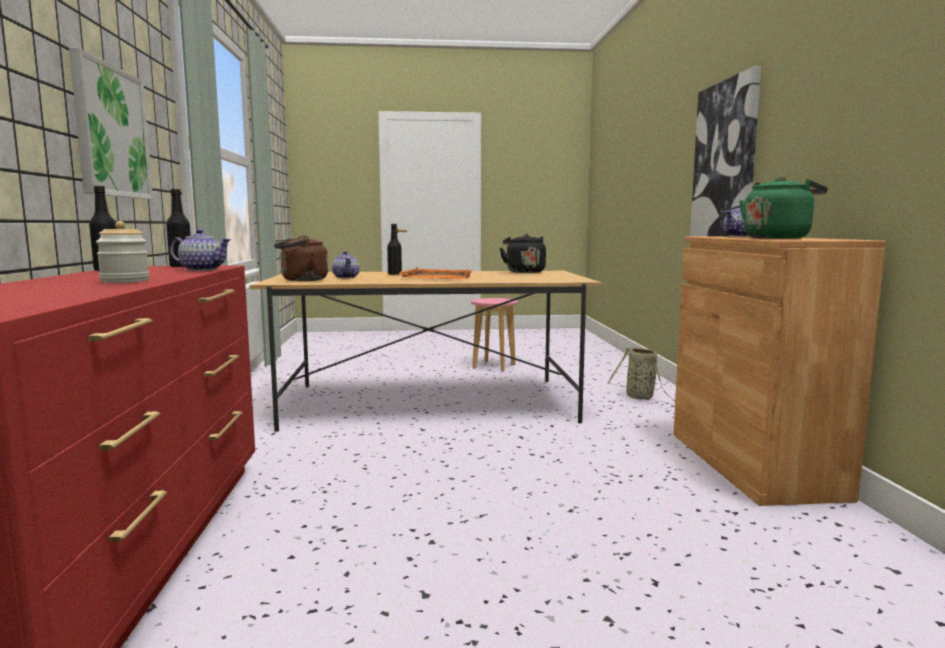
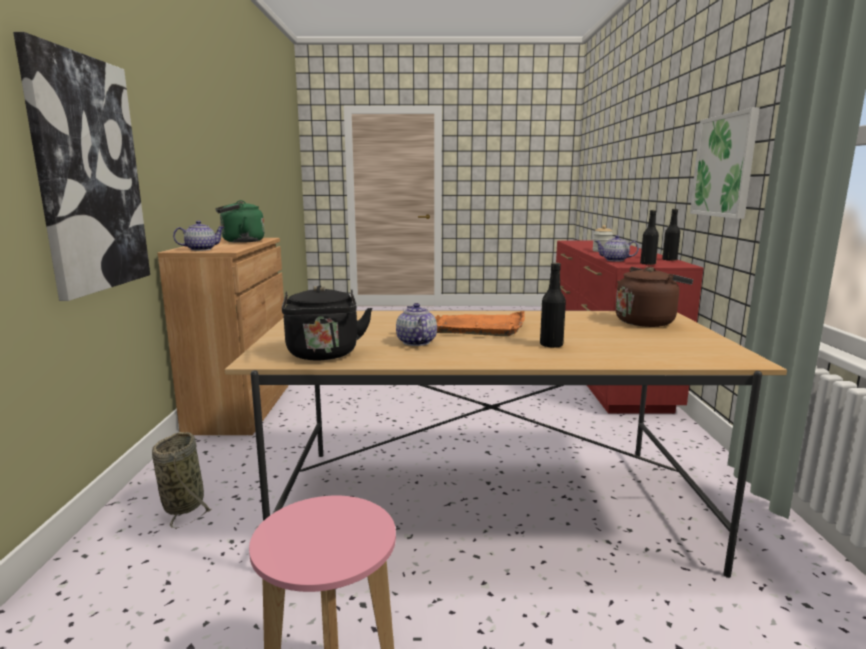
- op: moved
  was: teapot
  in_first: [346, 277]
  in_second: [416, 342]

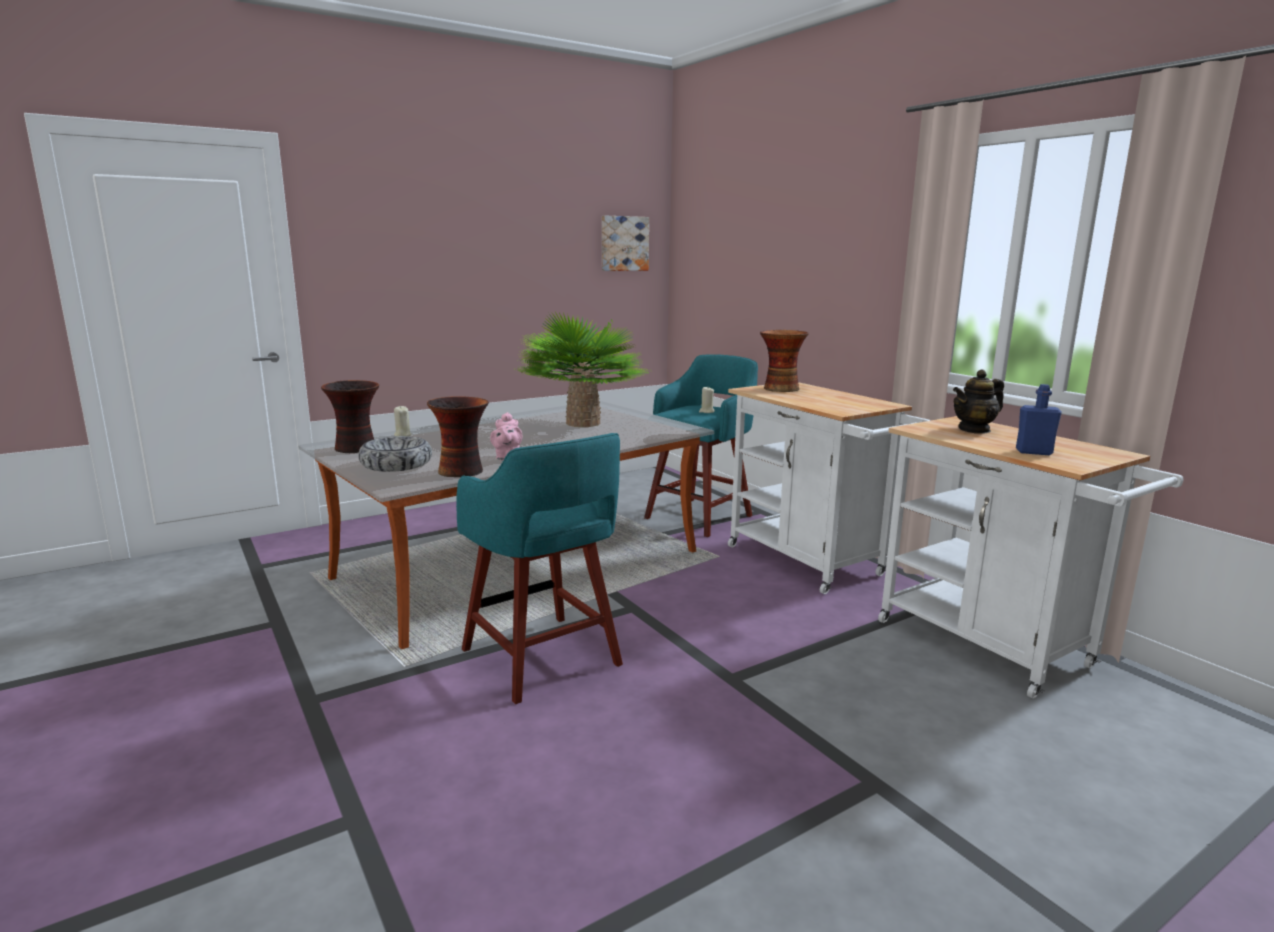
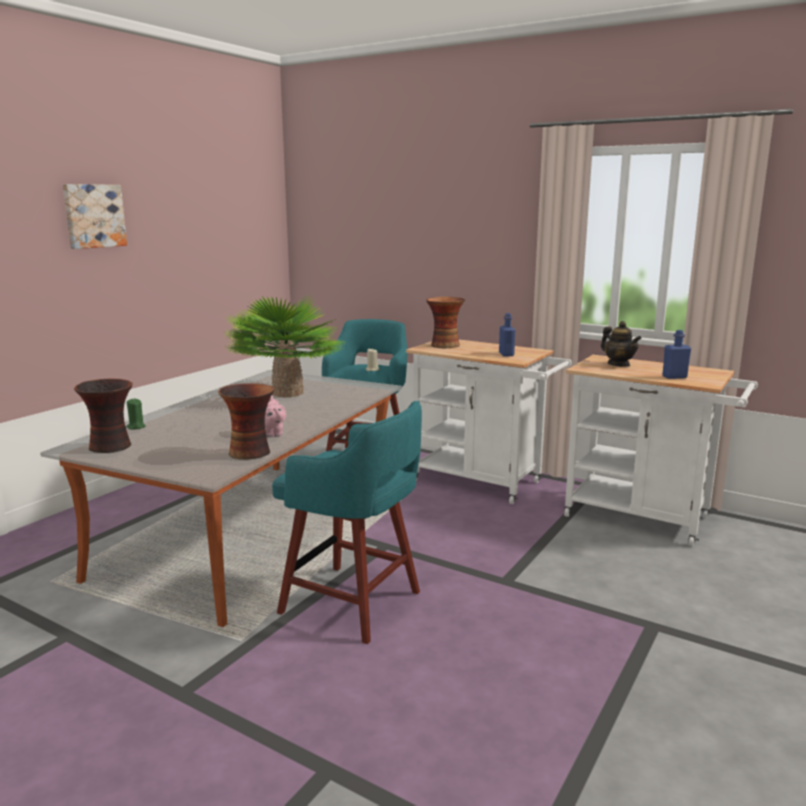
- op: removed
  was: bowl
  in_first: [396, 464]
- op: added
  now: bottle/blue
  in_second: [506, 354]
- op: moved
  was: picture
  in_first: [623, 243]
  in_second: [93, 216]
- op: recoloured
  was: candle/beige
  now: candle/green
  in_first: [402, 435]
  in_second: [136, 427]
- op: turned
  was: teapot
  in_first: [974, 430]
  in_second: [618, 364]
  clockwise: -75

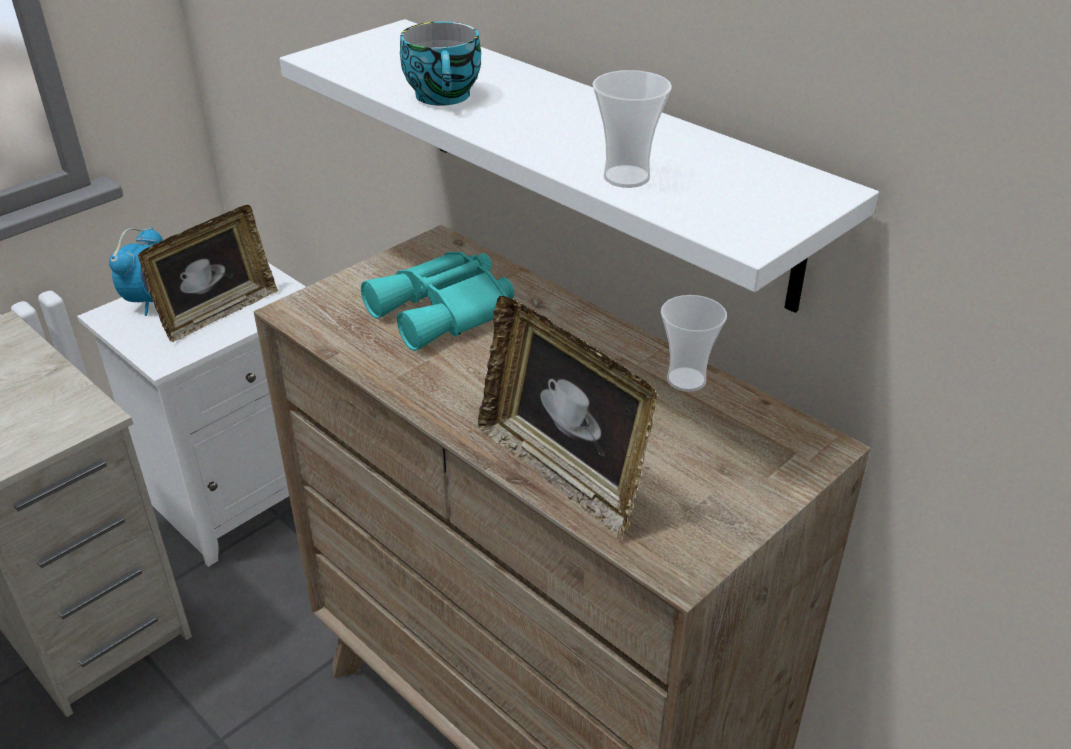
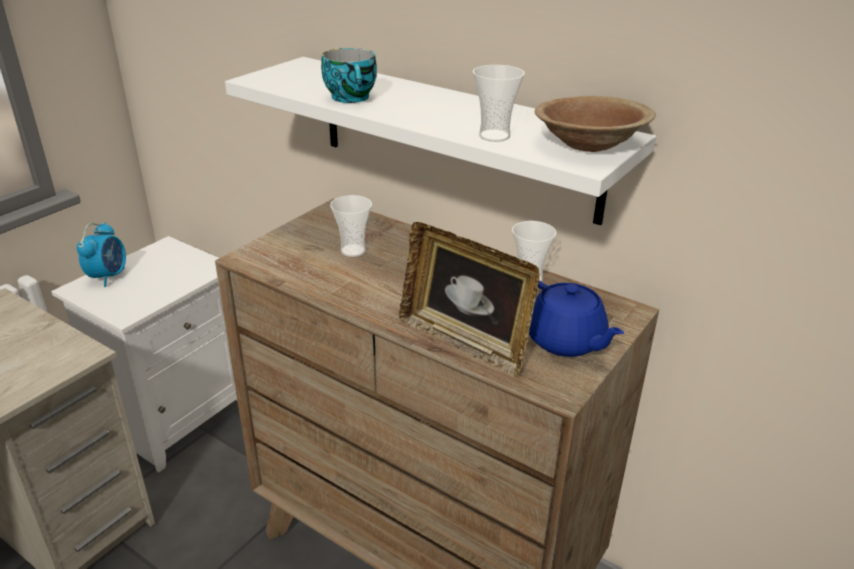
- op: removed
  was: picture frame
  in_first: [217, 313]
- op: added
  now: teapot/blue
  in_second: [566, 341]
- op: added
  now: bowl/brown
  in_second: [589, 144]
- op: replaced
  was: binoculars/turquoise
  now: cup
  in_first: [445, 312]
  in_second: [353, 251]

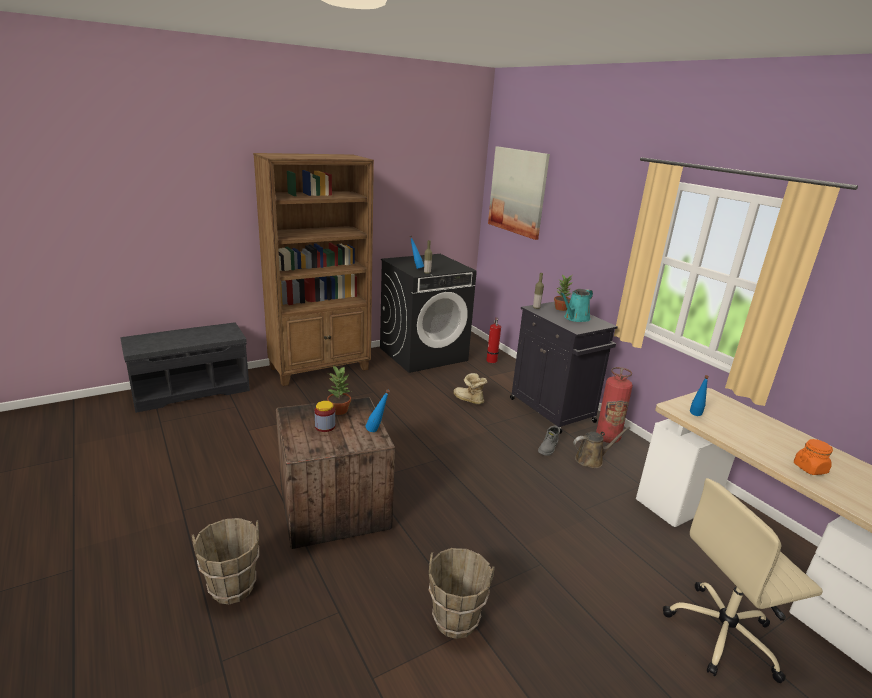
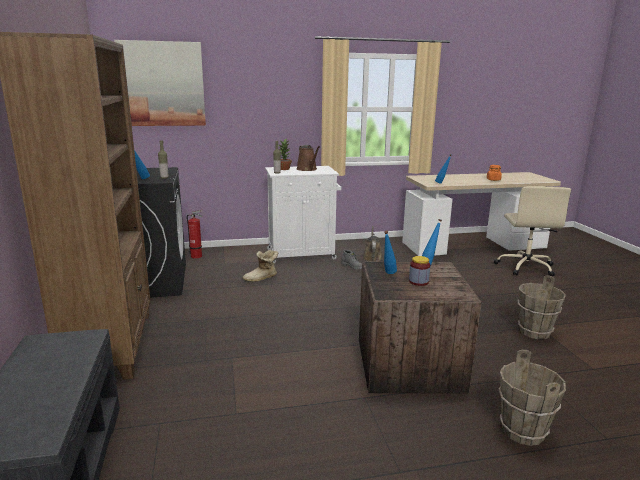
- op: removed
  was: fire extinguisher
  in_first: [607, 438]
- op: replaced
  was: potted plant
  now: bottle/blue
  in_first: [339, 410]
  in_second: [388, 274]
- op: recoloured
  was: cabinet/black
  now: cabinet/white
  in_first: [553, 411]
  in_second: [302, 254]
- op: recoloured
  was: watering can/turquoise
  now: watering can/brown
  in_first: [575, 318]
  in_second: [307, 169]

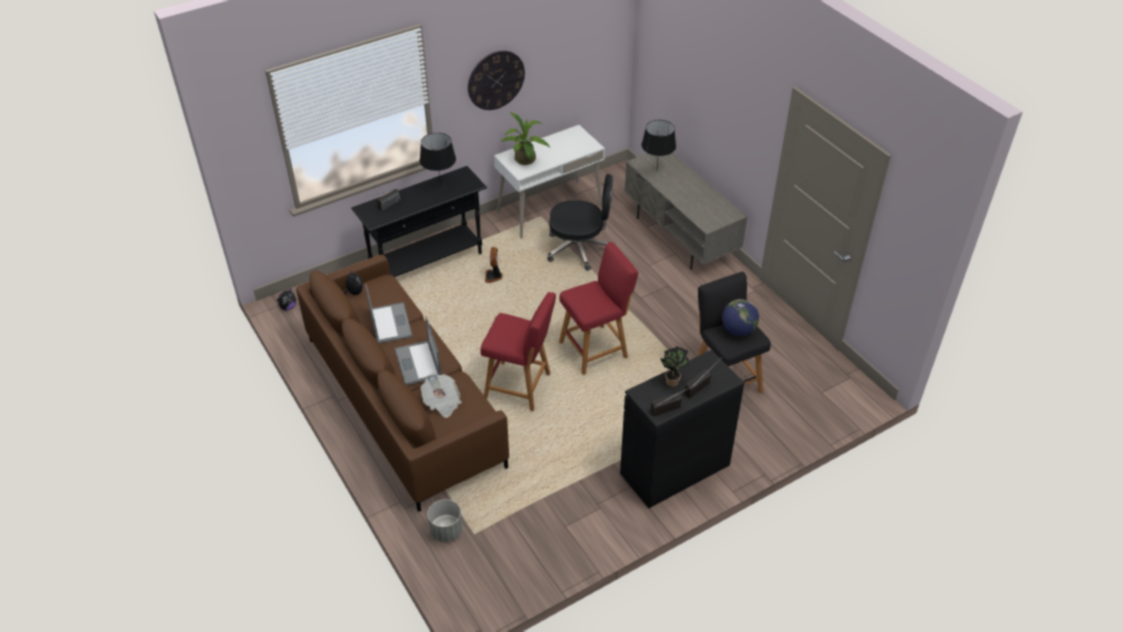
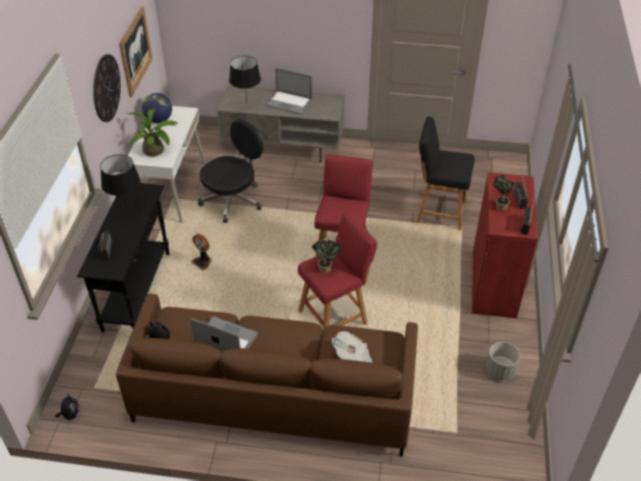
- op: added
  now: picture
  in_second: [135, 51]
- op: added
  now: potted plant
  in_second: [326, 268]
- op: moved
  was: laptop
  in_first: [418, 363]
  in_second: [288, 102]
- op: moved
  was: planter/grey
  in_first: [446, 531]
  in_second: [500, 371]
- op: moved
  was: globe
  in_first: [738, 330]
  in_second: [159, 120]
- op: recoloured
  was: cabinet/black
  now: cabinet/red
  in_first: [675, 469]
  in_second: [493, 283]

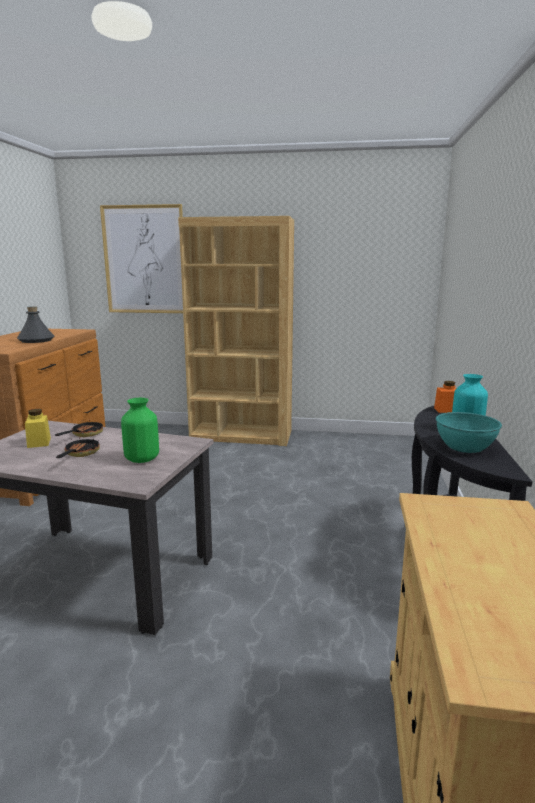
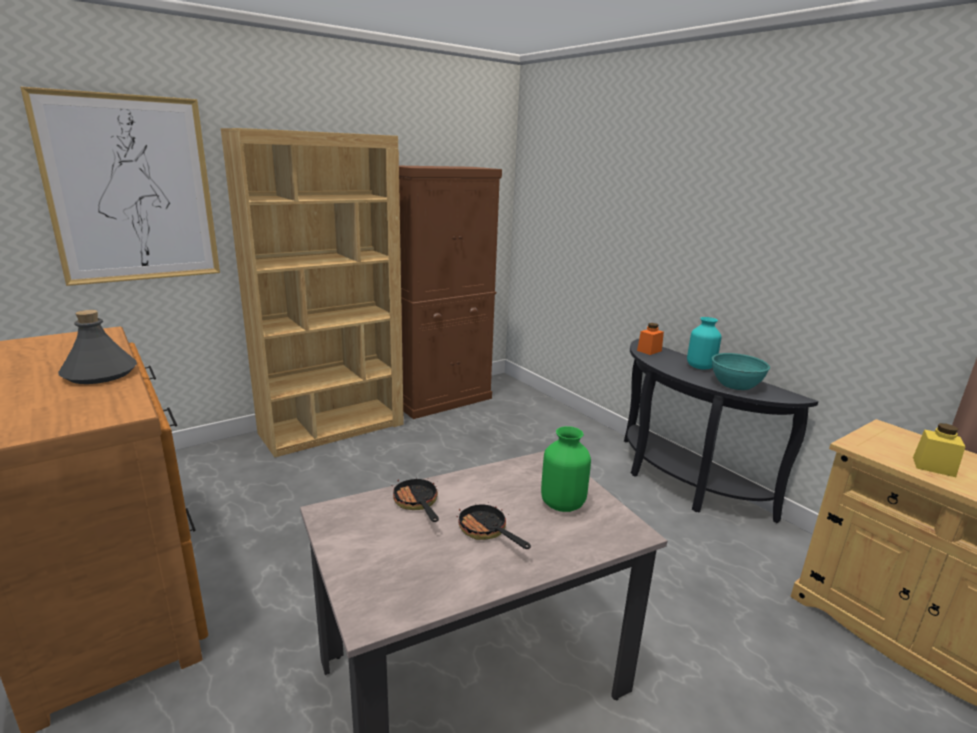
- op: added
  now: cabinet/brown
  in_second: [442, 400]
- op: moved
  was: jar/yellow
  in_first: [39, 442]
  in_second: [933, 467]

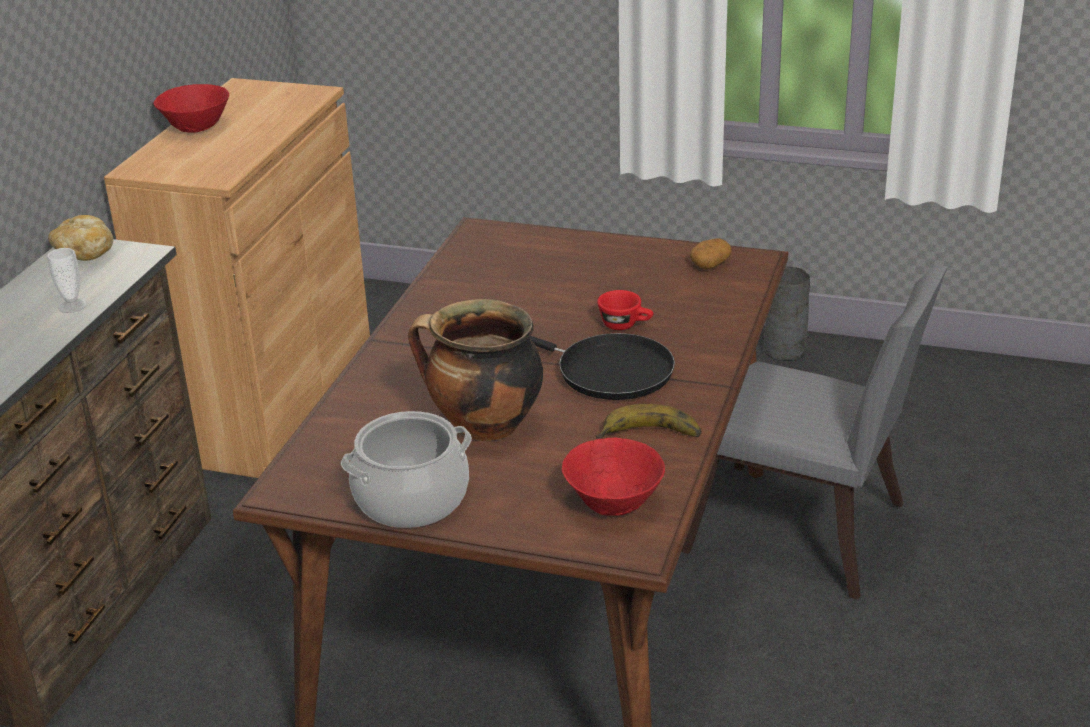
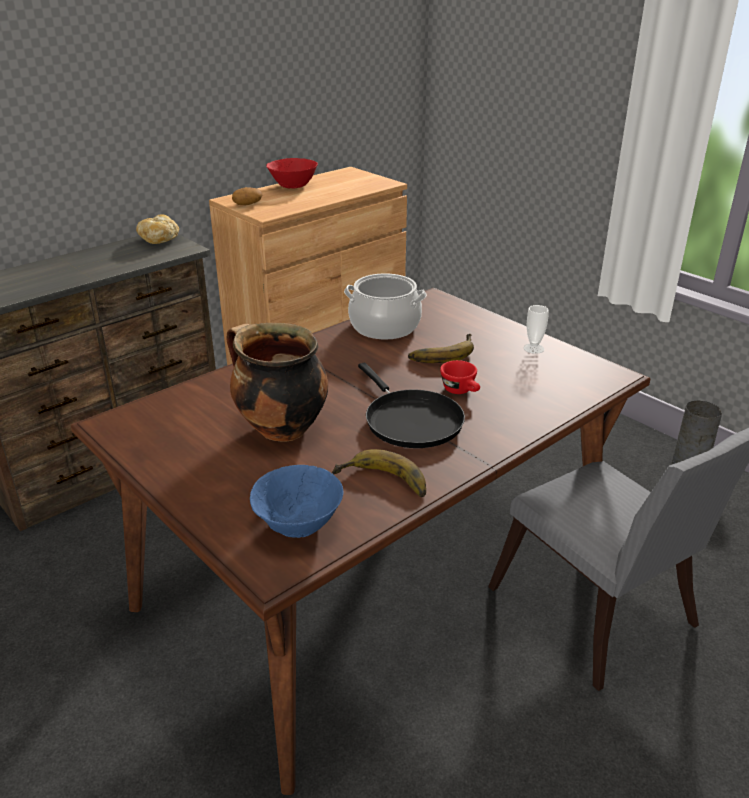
- op: added
  now: banana
  in_second: [440, 352]
- op: moved
  was: cup
  in_first: [72, 306]
  in_second: [533, 348]
- op: moved
  was: cooking pot
  in_first: [411, 499]
  in_second: [384, 327]
- op: moved
  was: potato
  in_first: [710, 264]
  in_second: [248, 204]
- op: recoloured
  was: bowl/red
  now: bowl/blue
  in_first: [613, 504]
  in_second: [297, 525]

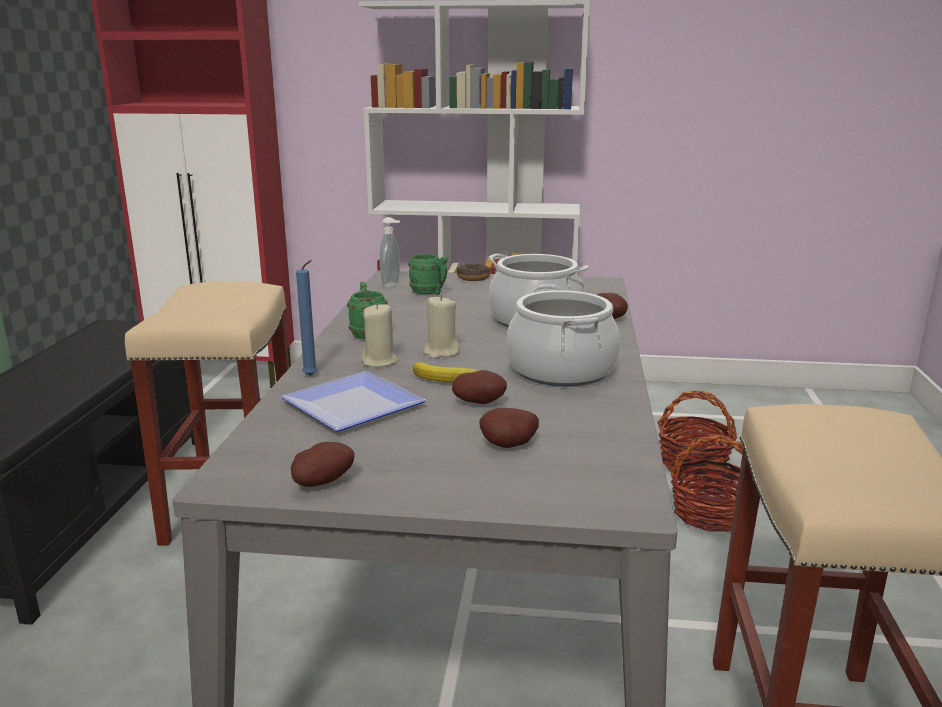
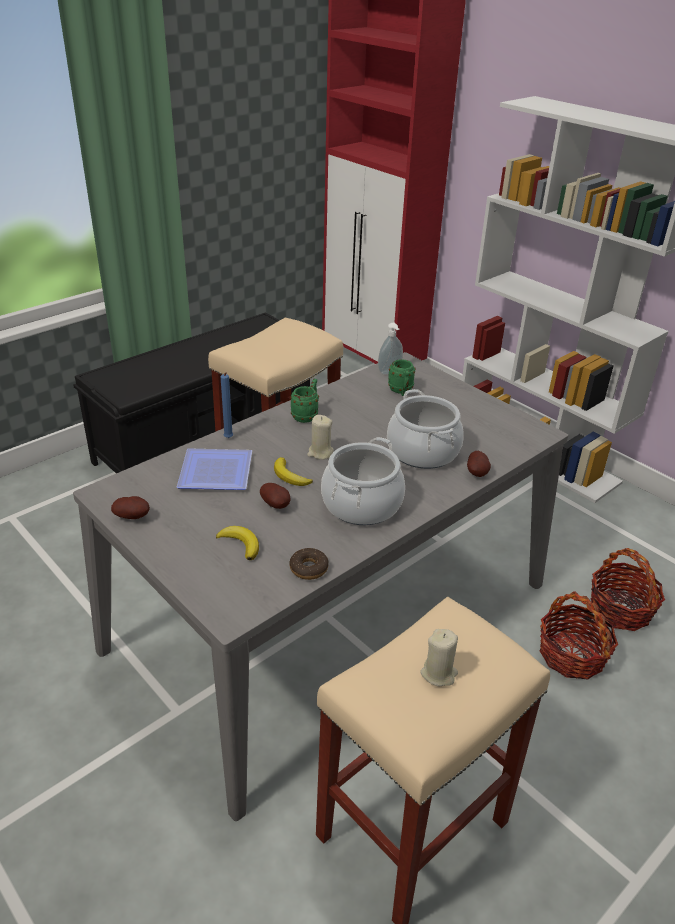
- op: moved
  was: candle/beige
  in_first: [380, 361]
  in_second: [439, 673]
- op: moved
  was: donut
  in_first: [473, 277]
  in_second: [308, 568]
- op: replaced
  was: potato
  now: banana
  in_first: [509, 446]
  in_second: [240, 544]

